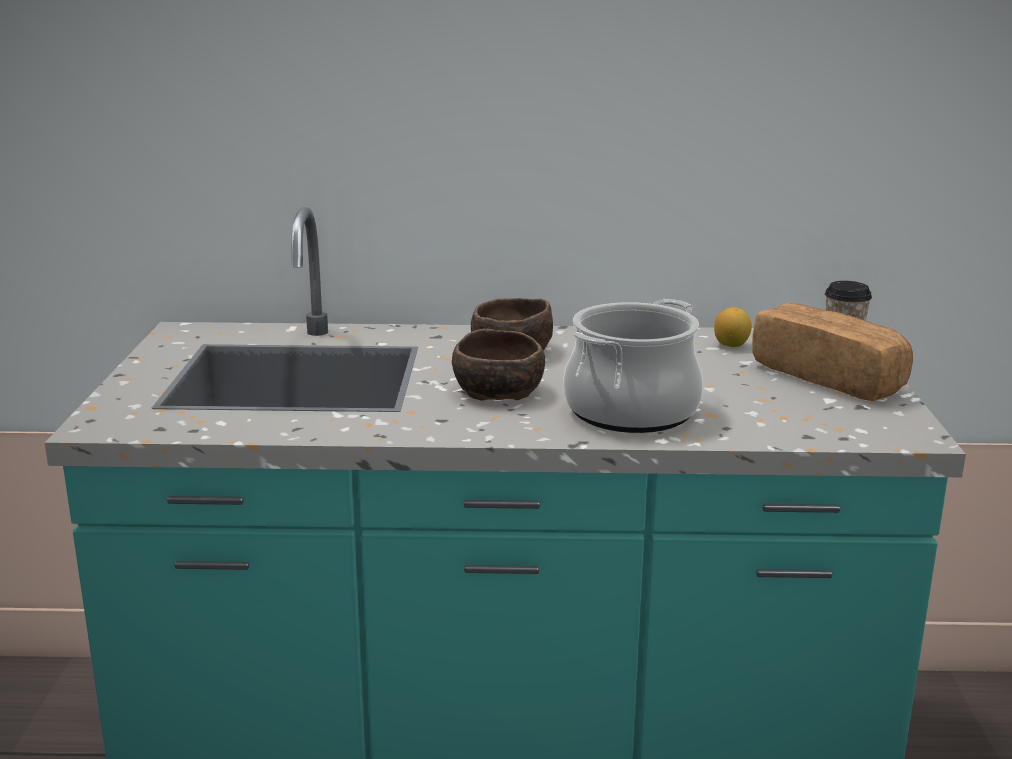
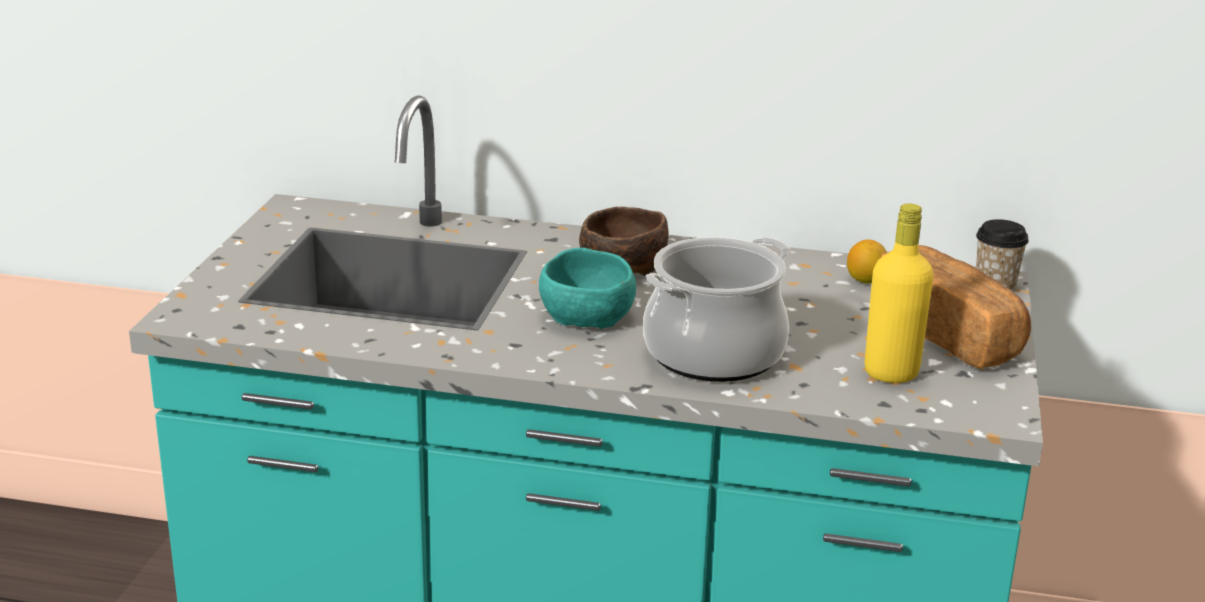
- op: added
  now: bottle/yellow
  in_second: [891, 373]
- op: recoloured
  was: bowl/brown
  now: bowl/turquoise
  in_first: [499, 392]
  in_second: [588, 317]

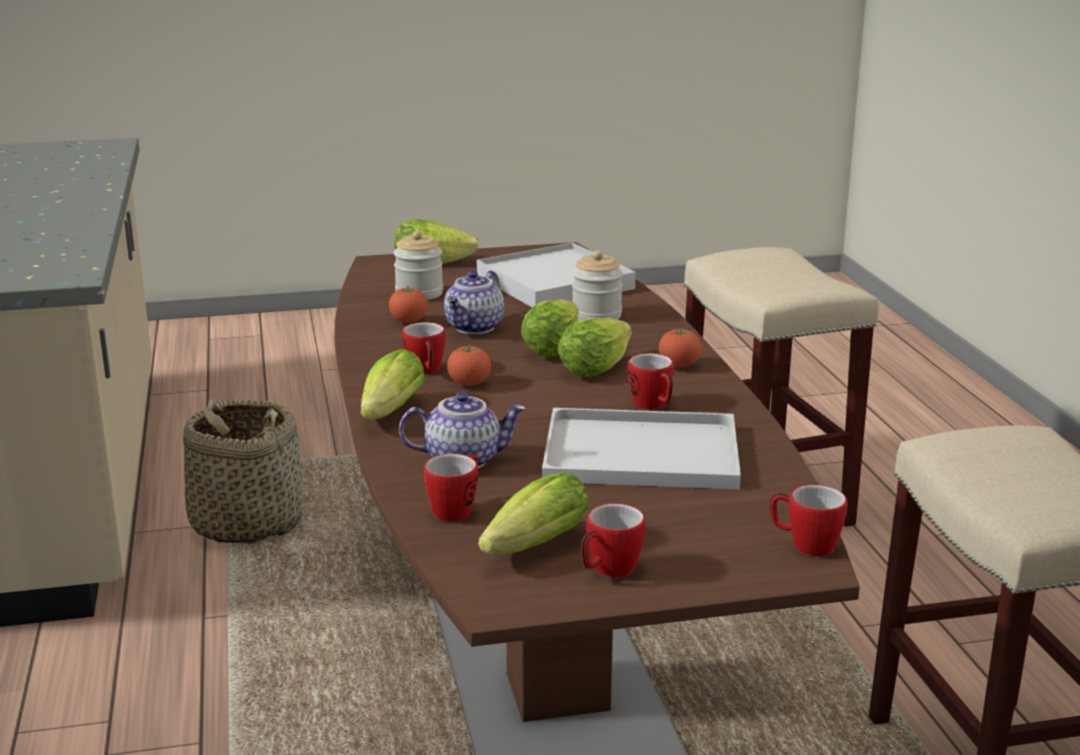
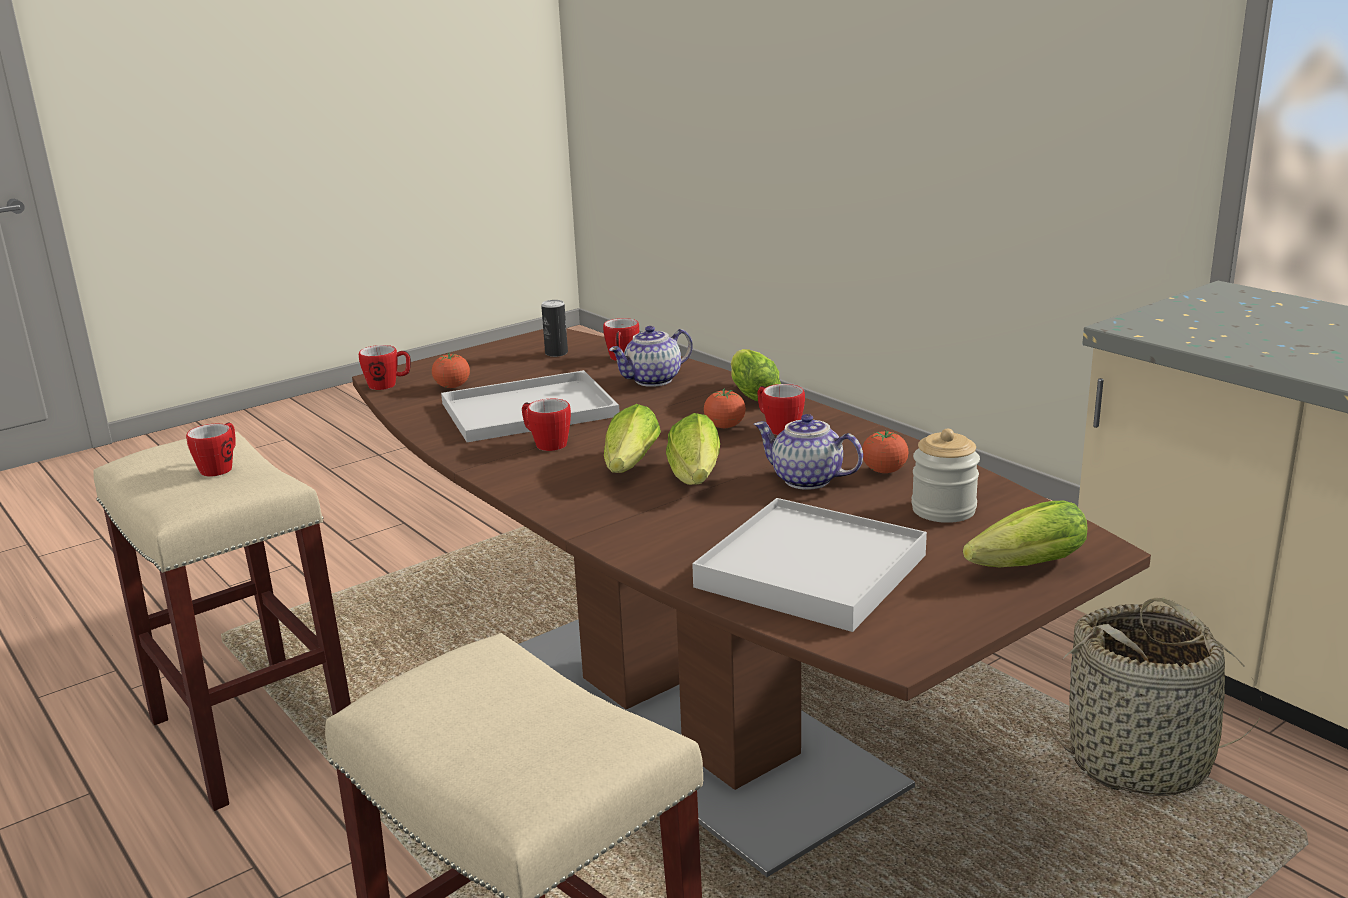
- op: removed
  was: jar
  in_first: [596, 316]
- op: moved
  was: mug
  in_first: [608, 571]
  in_second: [220, 467]
- op: moved
  was: tomato
  in_first: [679, 366]
  in_second: [452, 387]
- op: replaced
  was: lettuce
  now: can
  in_first: [530, 549]
  in_second: [556, 353]
- op: turned
  was: teapot
  in_first: [475, 328]
  in_second: [805, 480]
  clockwise: -60

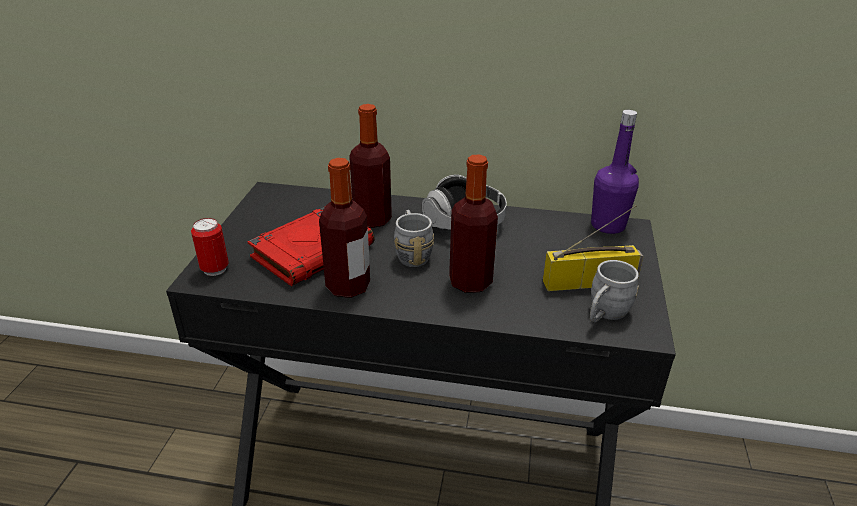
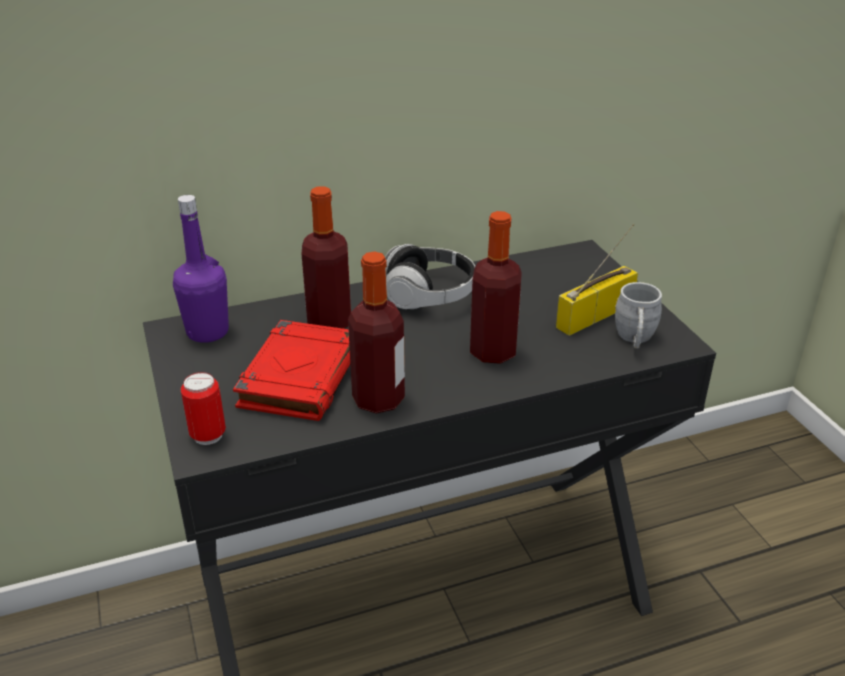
- op: removed
  was: mug/grey
  in_first: [412, 253]
- op: moved
  was: bottle/purple
  in_first: [608, 225]
  in_second: [207, 332]

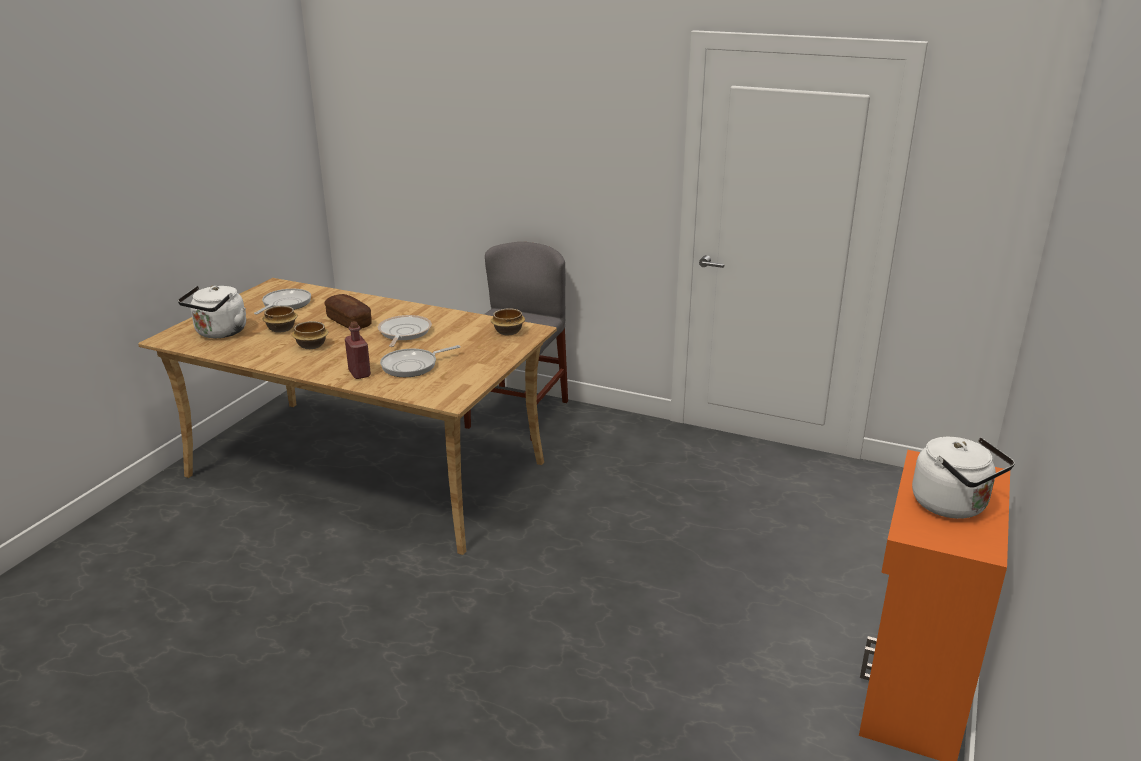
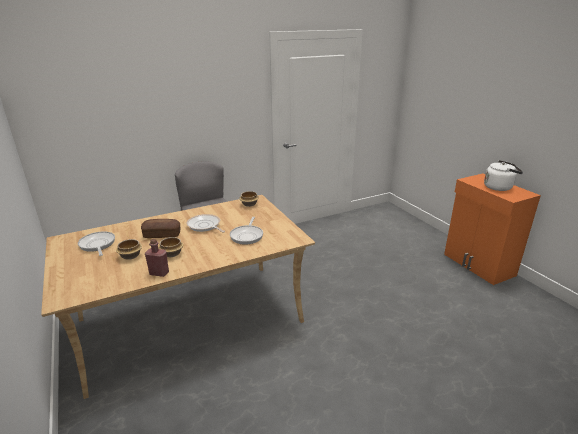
- op: removed
  was: kettle/white
  in_first: [219, 333]
- op: moved
  was: bottle/red
  in_first: [359, 373]
  in_second: [159, 273]

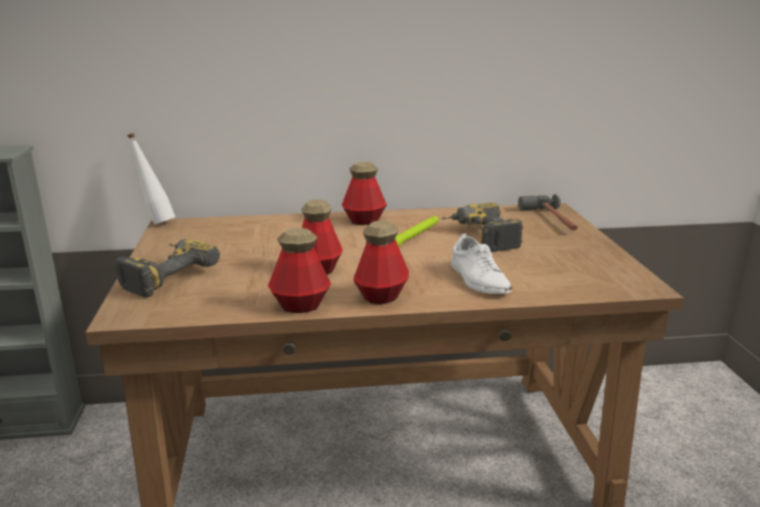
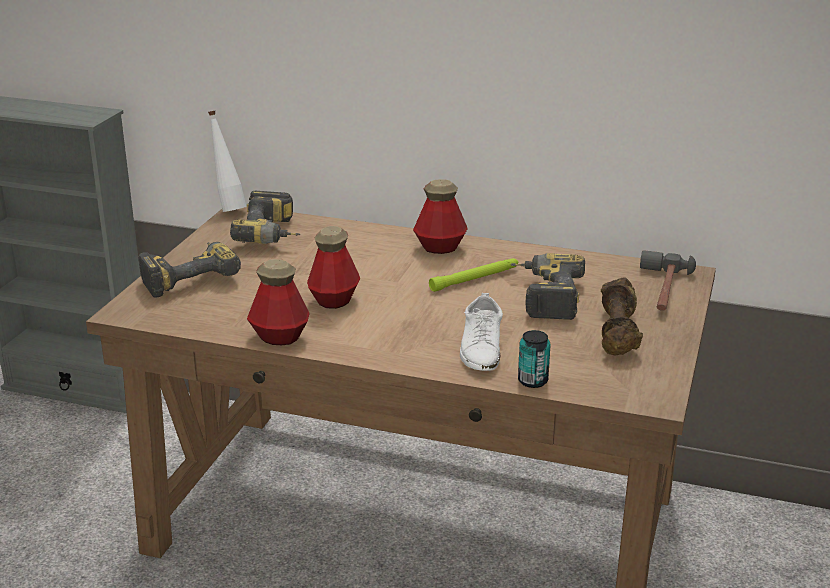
- op: removed
  was: bottle
  in_first: [381, 296]
- op: added
  now: power drill
  in_second: [273, 235]
- op: added
  now: can
  in_second: [532, 381]
- op: added
  now: dumbbell/brown
  in_second: [619, 333]

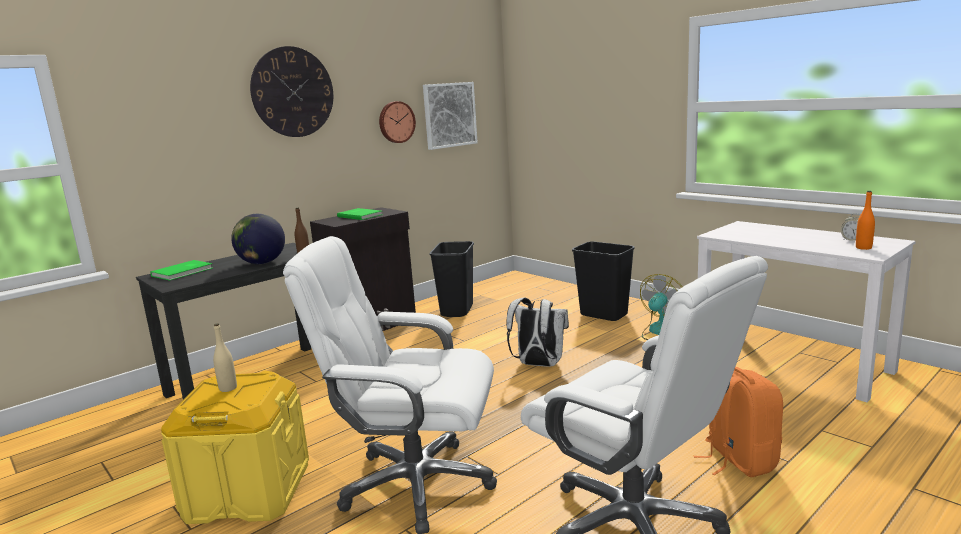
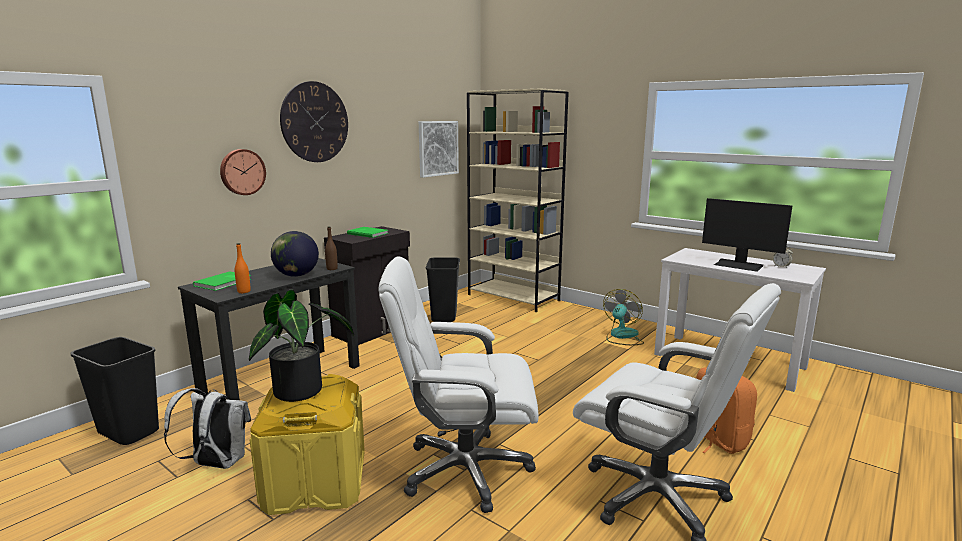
- op: added
  now: bookcase/beige
  in_second: [514, 298]
- op: added
  now: monitor
  in_second: [738, 265]
- op: moved
  was: wall clock
  in_first: [396, 122]
  in_second: [242, 172]
- op: moved
  was: backpack/white
  in_first: [538, 365]
  in_second: [216, 464]
- op: moved
  was: trash can/black
  in_first: [604, 315]
  in_second: [130, 432]
- op: moved
  was: bottle/orange
  in_first: [863, 248]
  in_second: [244, 291]
- op: replaced
  was: bottle/beige
  now: potted plant
  in_first: [228, 388]
  in_second: [304, 391]

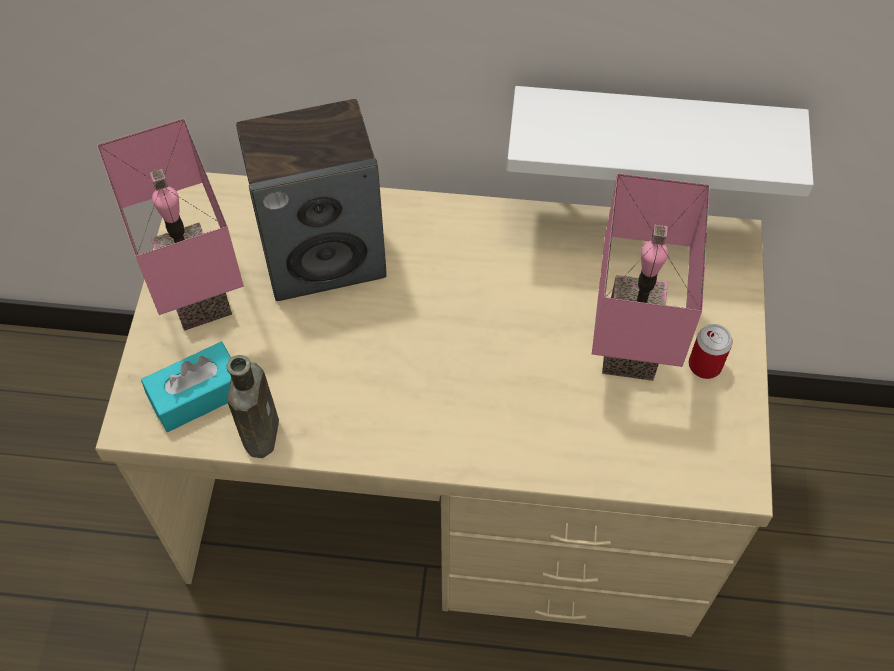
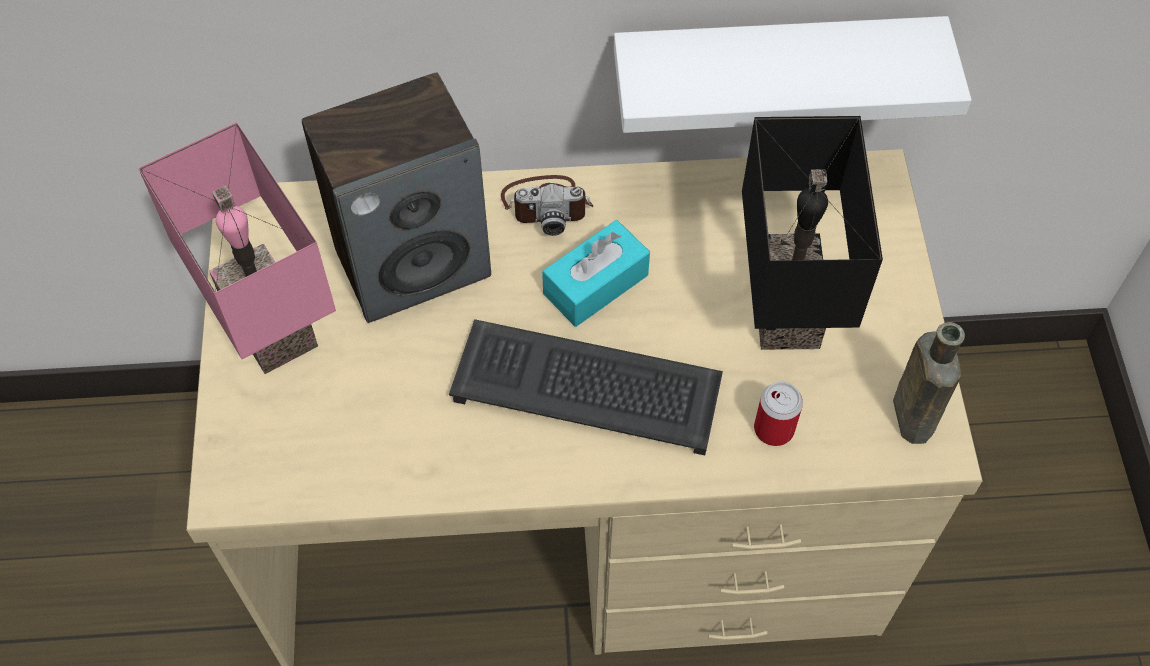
- op: added
  now: keyboard
  in_second: [590, 386]
- op: added
  now: photo camera
  in_second: [547, 204]
- op: moved
  was: tissue box/turquoise
  in_first: [198, 395]
  in_second: [595, 284]
- op: moved
  was: bottle/brown
  in_first: [262, 431]
  in_second: [911, 413]
- op: moved
  was: can
  in_first: [705, 365]
  in_second: [774, 429]
- op: recoloured
  was: table lamp/pink
  now: table lamp/black
  in_first: [626, 340]
  in_second: [780, 307]

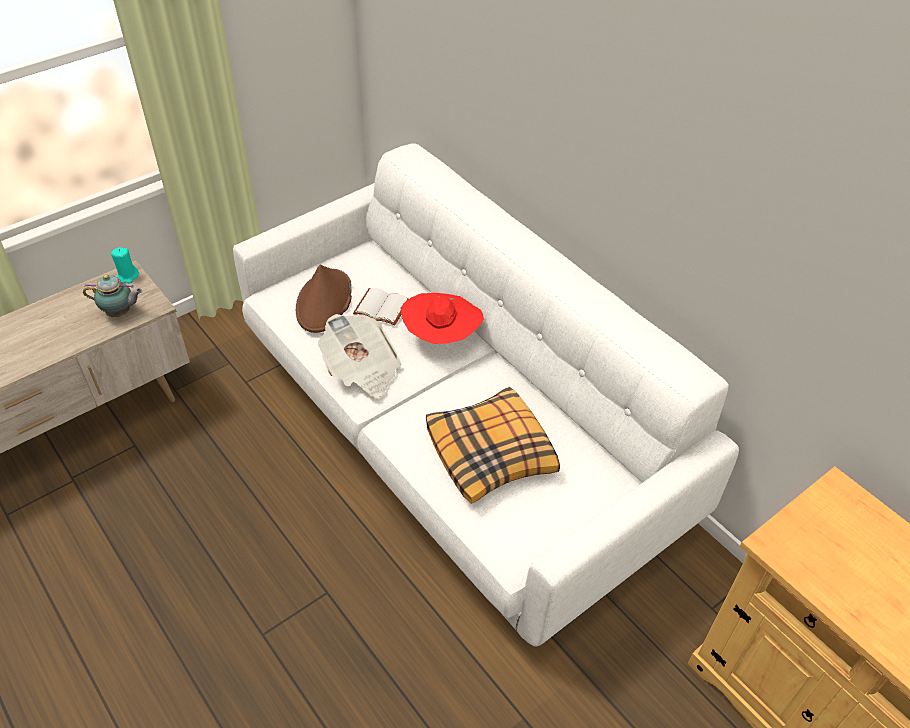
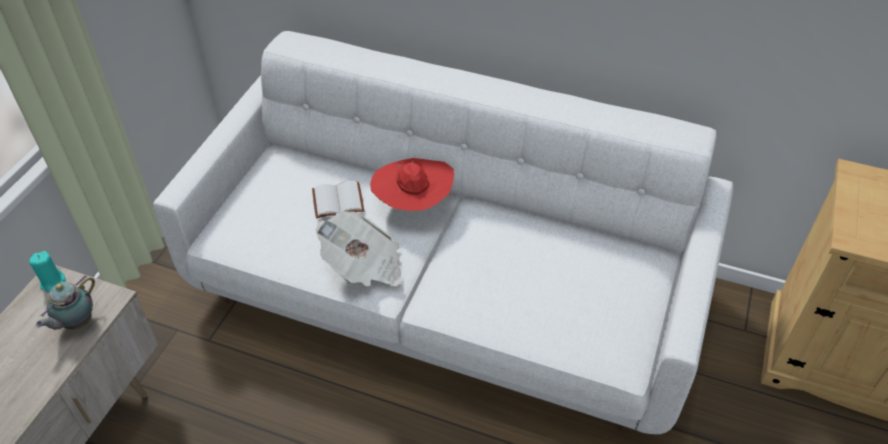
- op: removed
  was: hat/brown
  in_first: [324, 302]
- op: removed
  was: pillow
  in_first: [491, 453]
- op: turned
  was: teapot
  in_first: [120, 313]
  in_second: [76, 323]
  clockwise: 150

